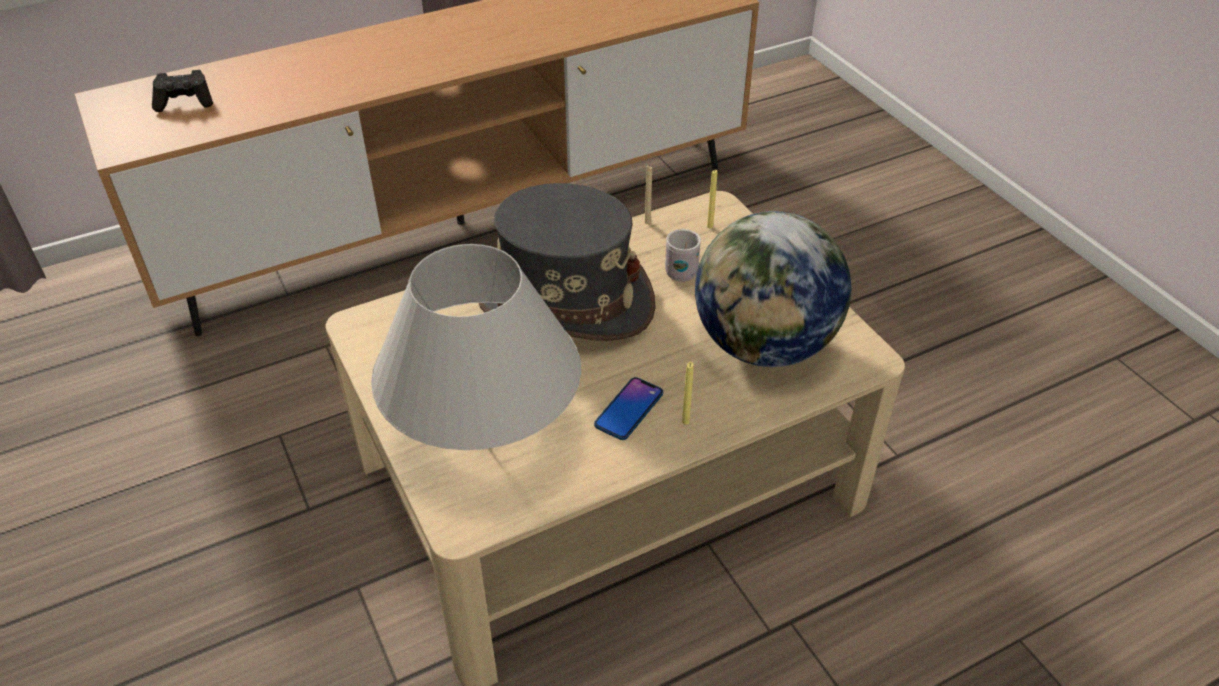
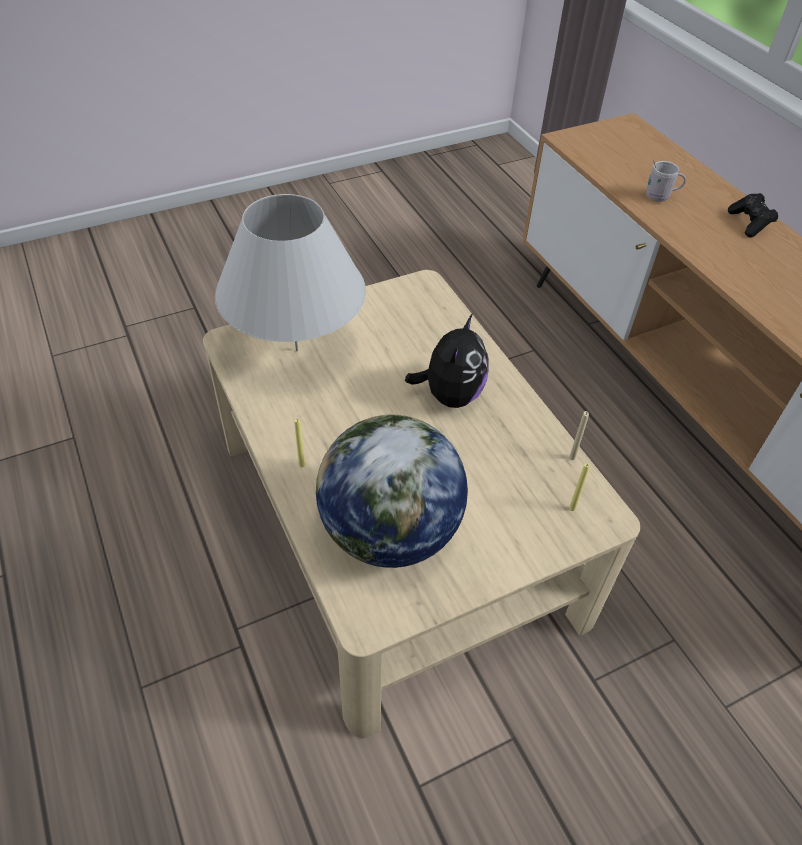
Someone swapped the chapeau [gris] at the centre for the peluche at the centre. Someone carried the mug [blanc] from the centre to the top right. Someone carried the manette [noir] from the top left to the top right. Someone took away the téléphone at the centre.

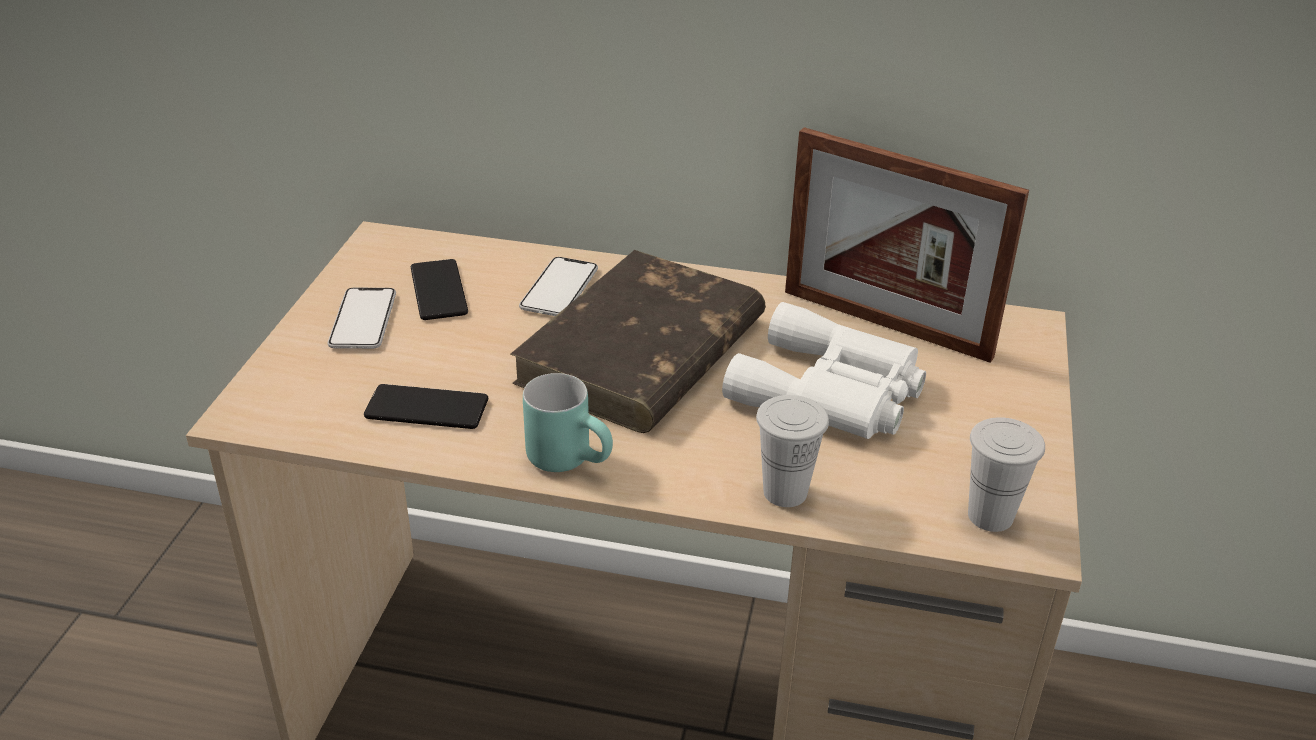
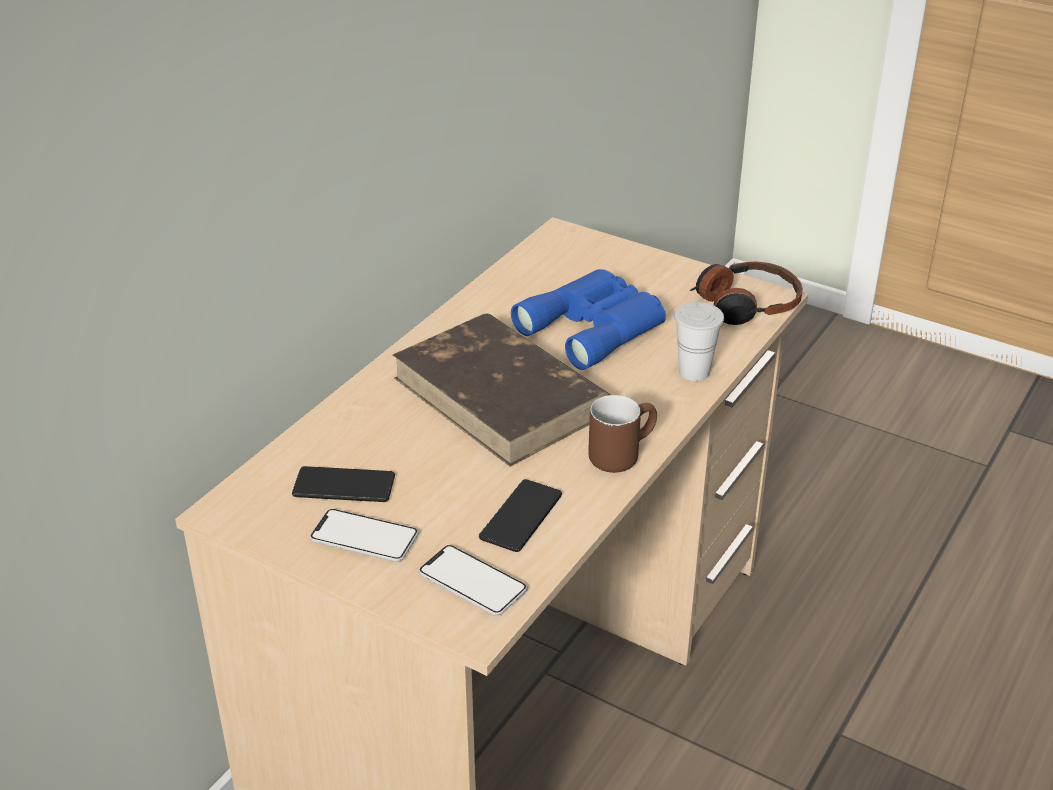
Someone carried the téléphone (no. 4 from left in the first image) from the centre to the bottom centre. Someone repainted the jumelles [blanc] at the centre, which became the jumelles [bleu] at the centre. Someone repainted the mug [turquoise] at the centre, which became the mug [marron] at the centre. Someone swapped the tasse [blanc] (no. 2 from left) at the middle right for the casque audio at the middle right. Someone took away the cadre photo at the top right.

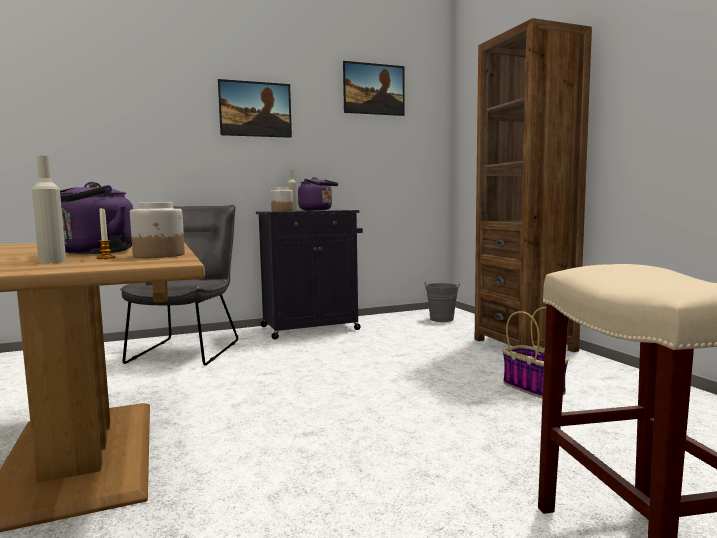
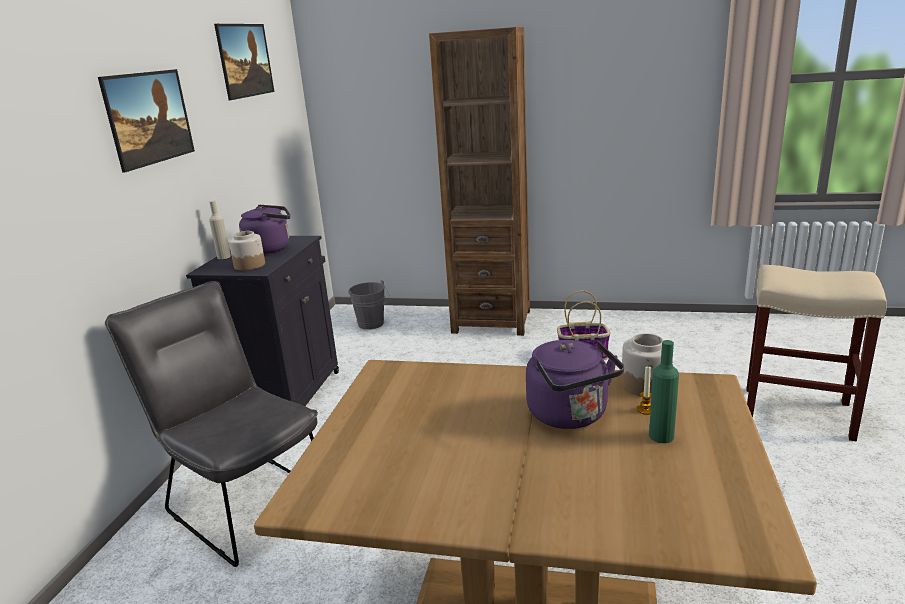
Someone repainted the bouteille [beige] (no. 1 from left) at the middle left, which became the bouteille [vert] at the middle right.

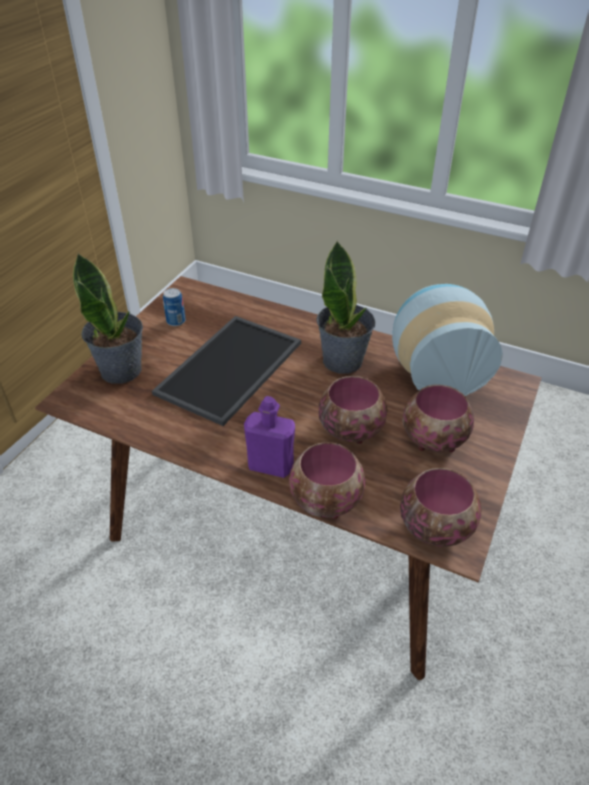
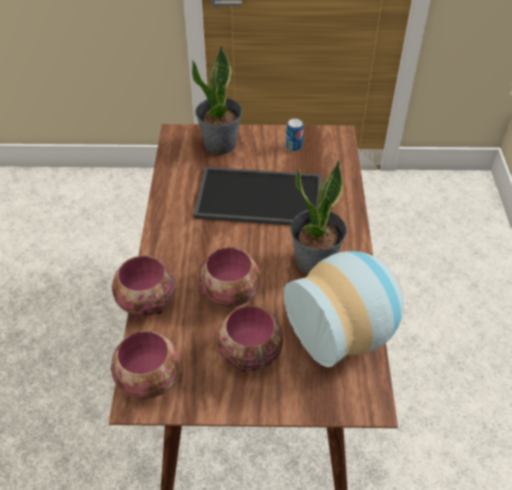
Someone took away the bouteille [violet] at the centre.

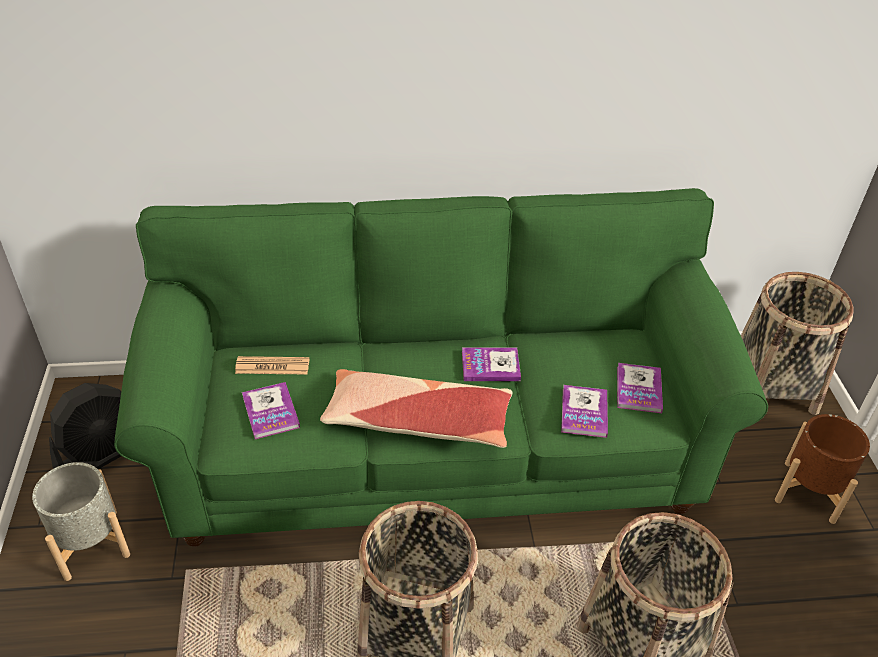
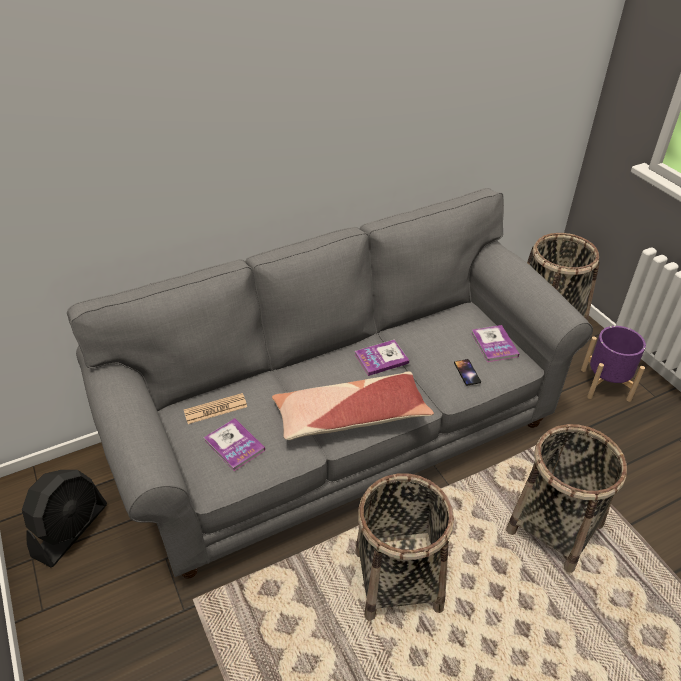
Someone repainted the canapé [vert] at the centre, which became the canapé [gris] at the centre. Someone swapped the livre (no. 3 from left) at the centre for the téléphone at the middle right. Someone repainted the cache-pot [marron] at the bottom right, which became the cache-pot [violet] at the middle right. Someone took away the cache-pot [gris] at the bottom left.

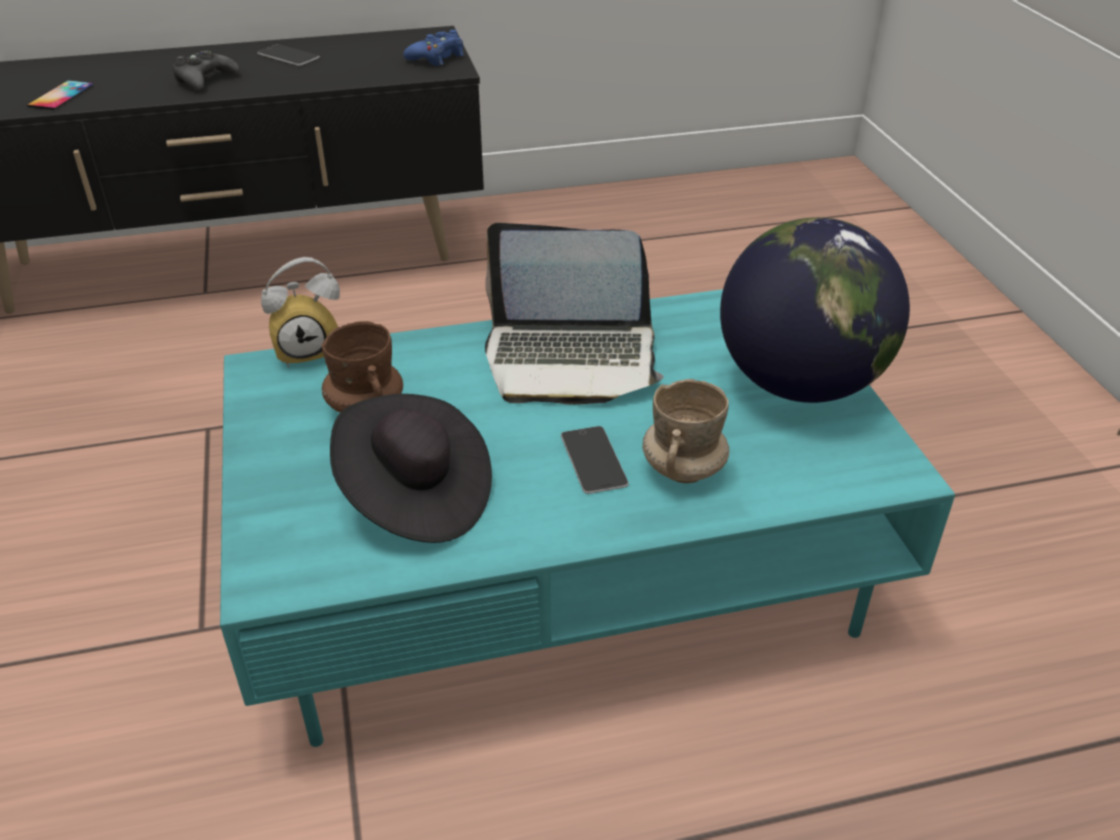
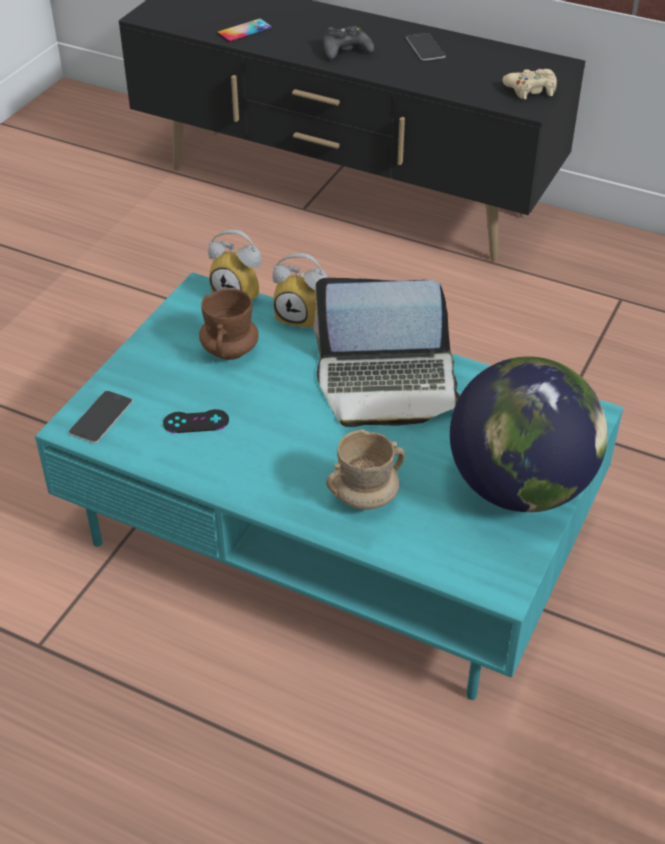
Someone carried the téléphone (no. 3 from left in the first image) from the centre to the middle left. Someone swapped the chapeau [noir] at the centre for the manette [noir] (no. 1 from left) at the middle left. Someone put down the réveil (no. 2 from left) at the centre. Someone rotated the ordinateur portable at the centre by 45 degrees counterclockwise. Someone repainted the manette [bleu] at the top centre, which became the manette [beige] at the top right.

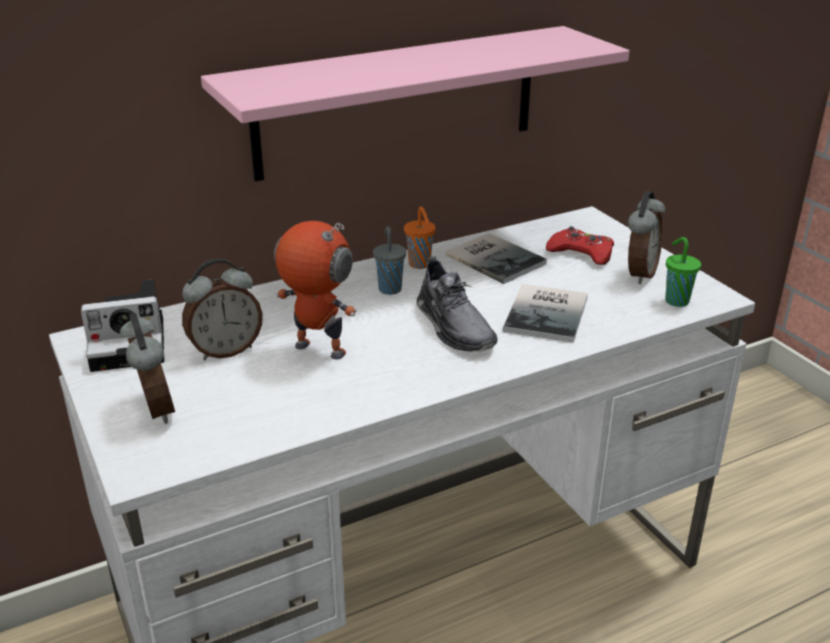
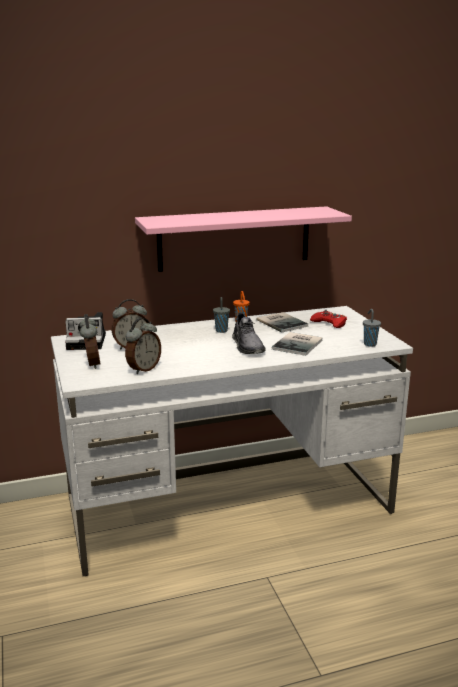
Someone carried the réveil (no. 3 from left) from the middle right to the middle left. Someone repainted the tasse [vert] at the middle right, which became the tasse [gris] (no. 2 from left) at the middle right. Someone took away the robot jouet at the centre.

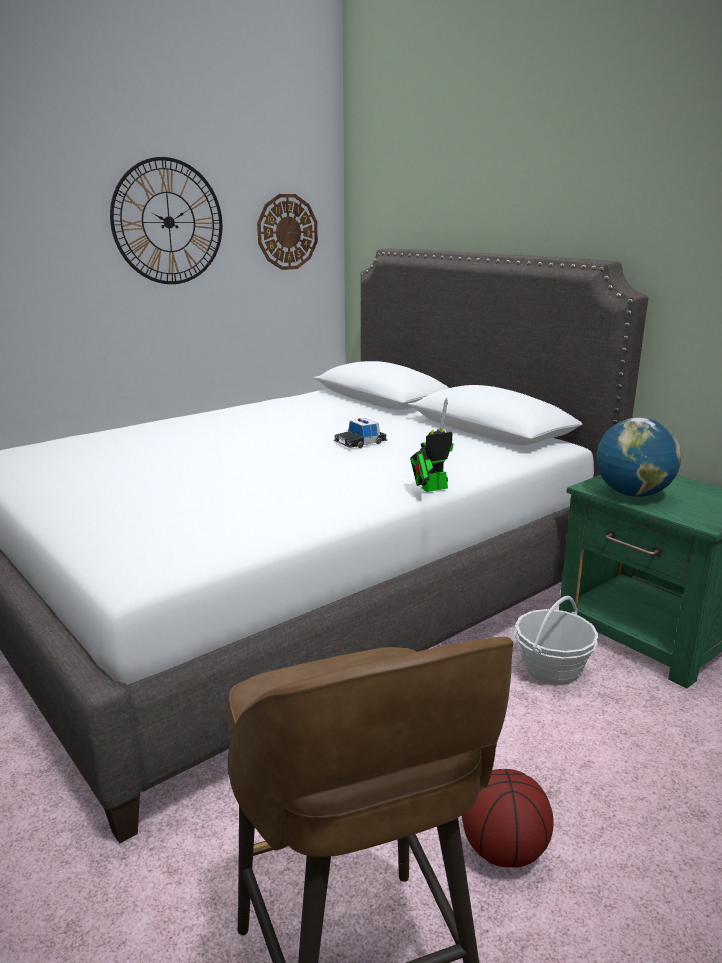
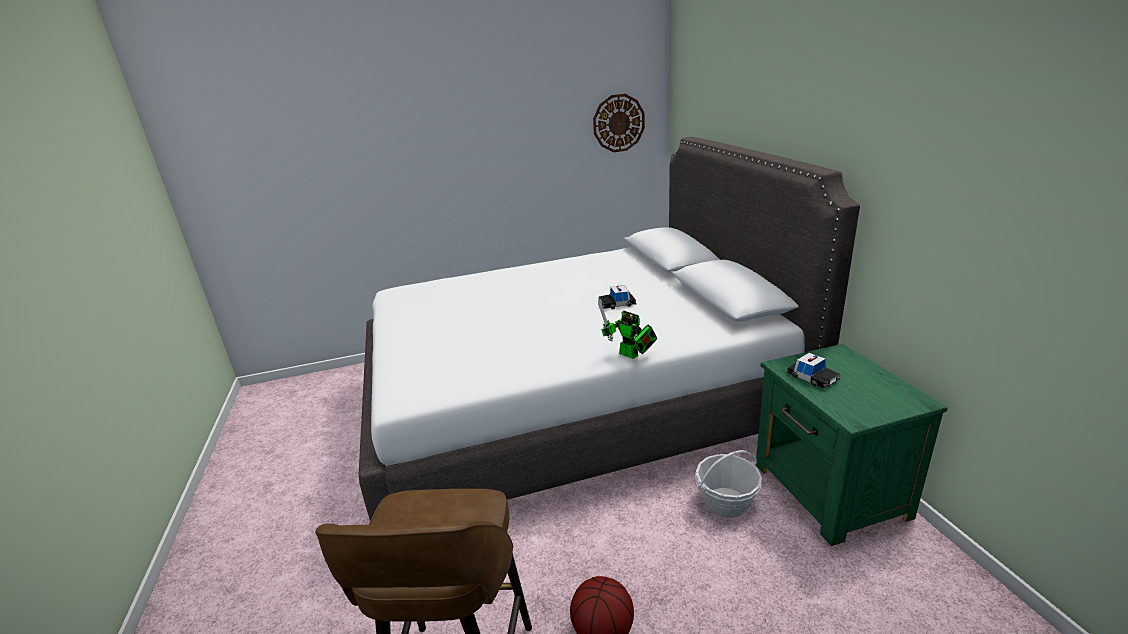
Someone rotated the robot jouet at the centre by 135 degrees counterclockwise. Someone swapped the globe at the middle right for the petite voiture (no. 2 from left) at the middle right. Someone took away the horloge murale (no. 1 from left) at the top left.

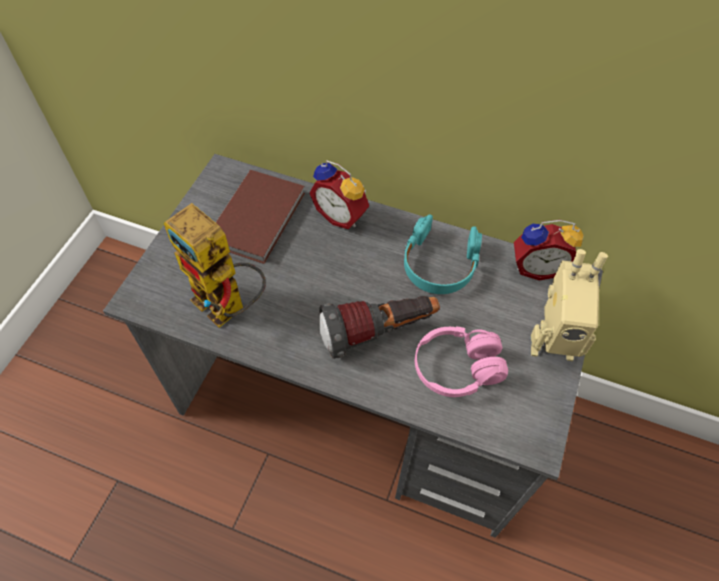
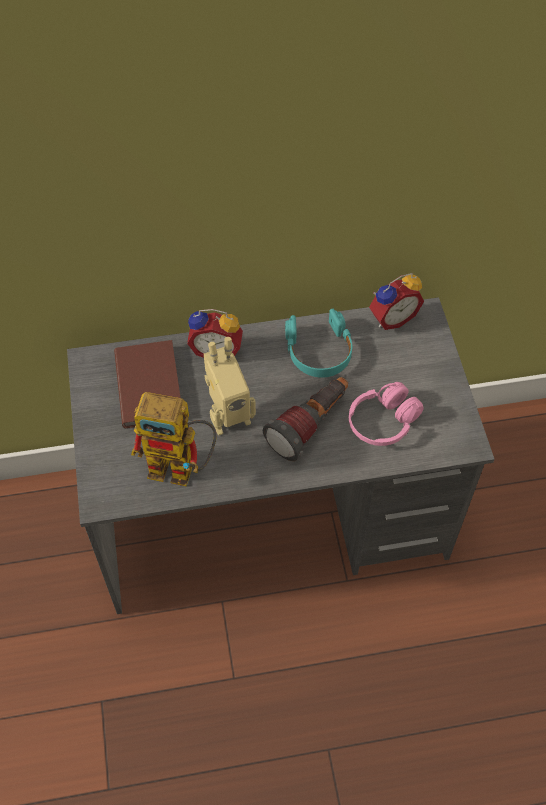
Someone carried the robot jouet (no. 2 from left) from the middle right to the centre.

